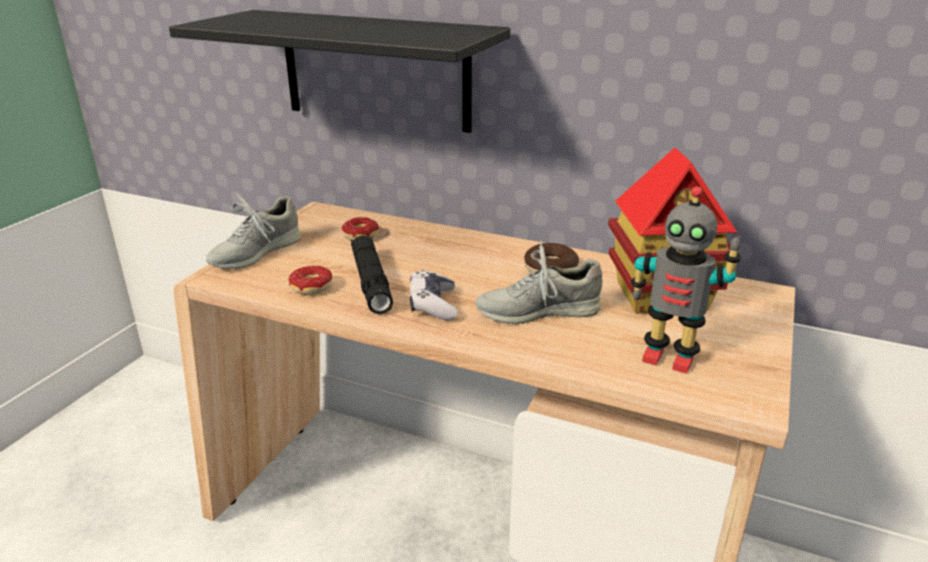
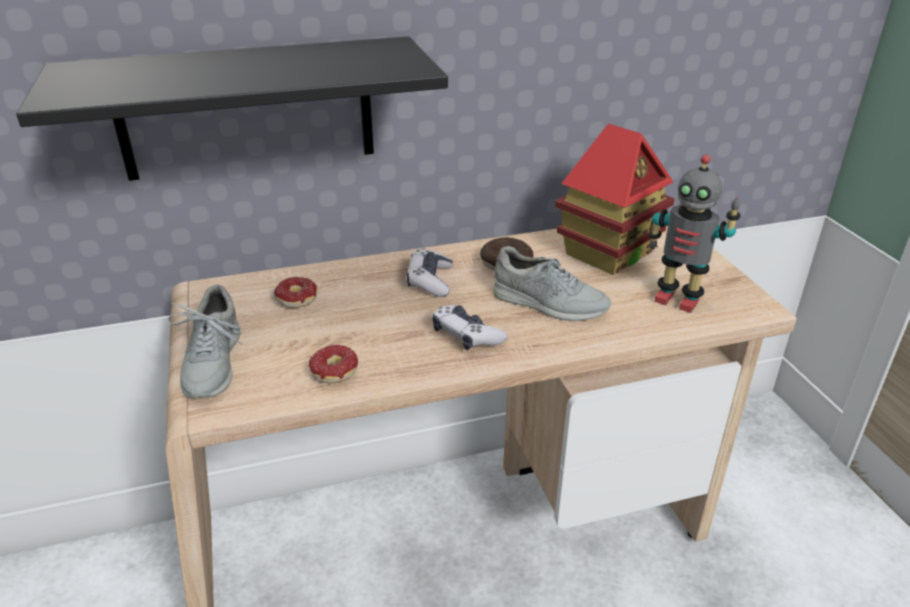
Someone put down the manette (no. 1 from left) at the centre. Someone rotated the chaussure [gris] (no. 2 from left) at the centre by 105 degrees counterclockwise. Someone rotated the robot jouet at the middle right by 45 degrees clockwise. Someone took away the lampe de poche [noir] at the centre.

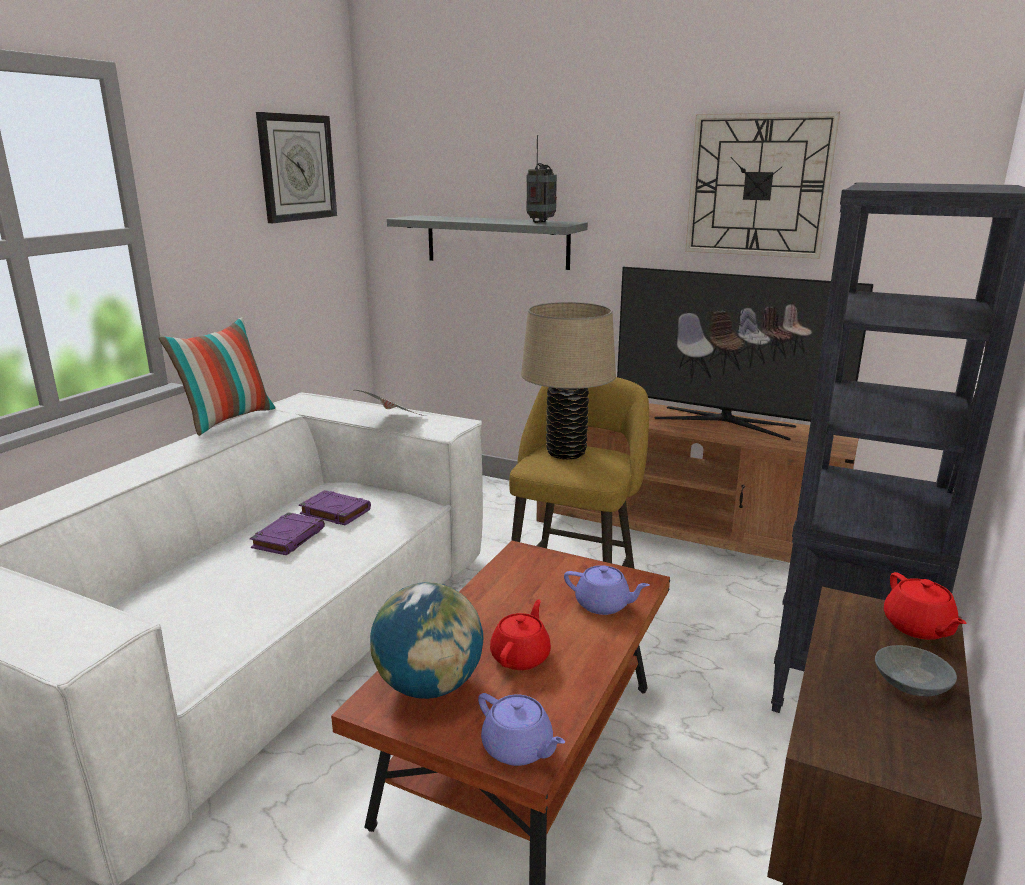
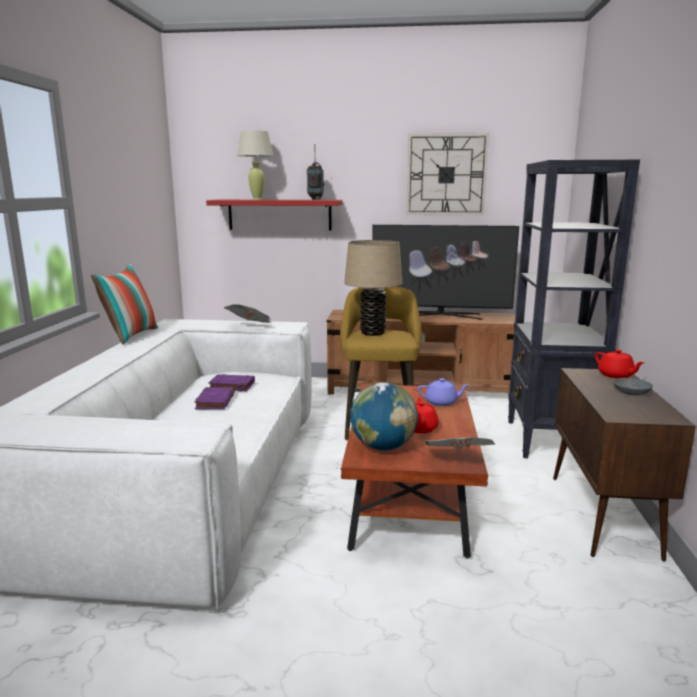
Someone repainted the étagère [gris] at the top centre, which became the étagère [rouge] at the top centre. Someone put down the lampe de table [beige] (no. 1 from left) at the top centre. Someone swapped the théière [violet] (no. 1 from left) at the bottom centre for the journal (no. 2 from left) at the centre. Someone took away the horloge murale (no. 1 from left) at the top left.

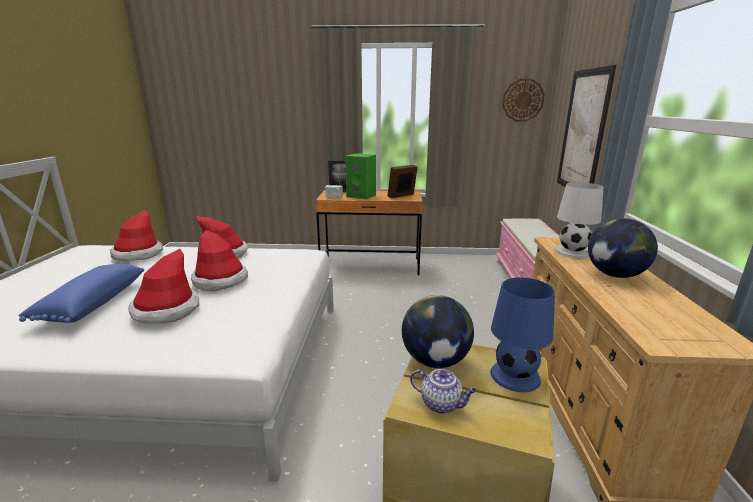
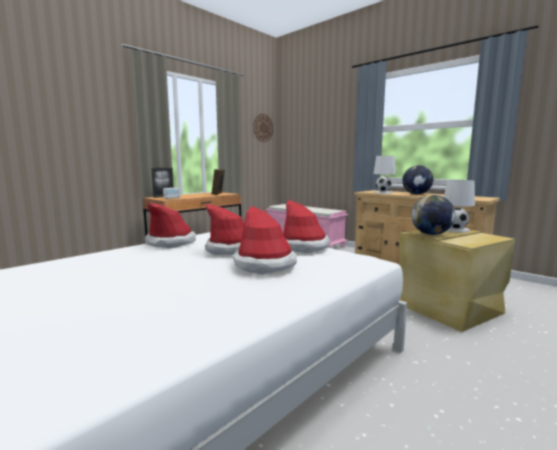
Someone carried the chapeau (no. 1 from left in the first image) from the middle left to the centre. Someone repainted the lampe de table [bleu] at the middle right, which became the lampe de table [blanc] (no. 2 from left) at the middle right. Someone took away the coussin [bleu] at the middle left. Someone took away the enceinte [vert] at the centre. Someone took away the théière at the bottom centre. Someone took away the tableau at the top right.

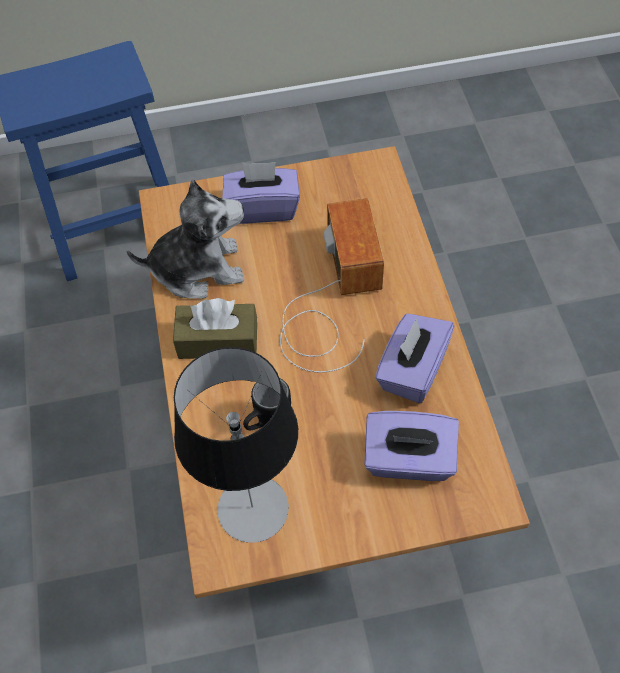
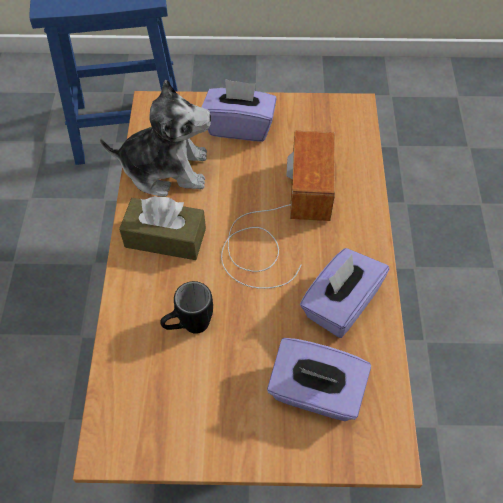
Someone took away the lampe de table at the centre.

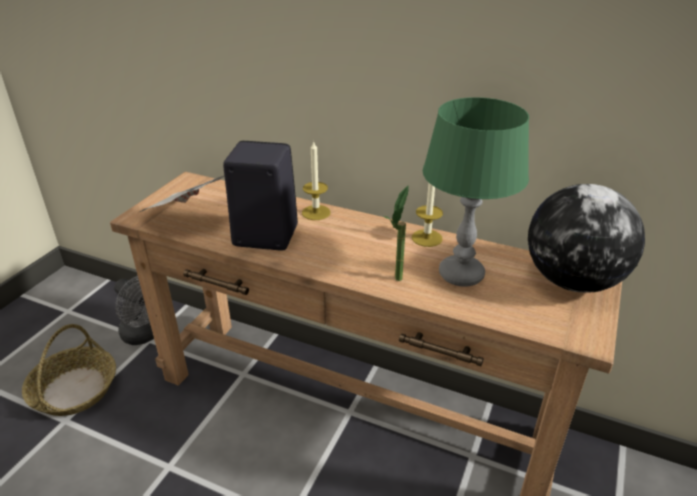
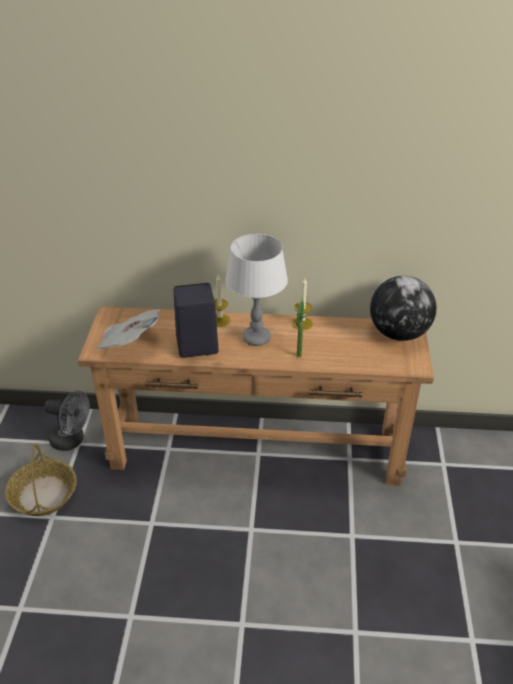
Someone put down the lampe de table [blanc] at the centre. Someone took away the lampe de table [vert] at the middle right.

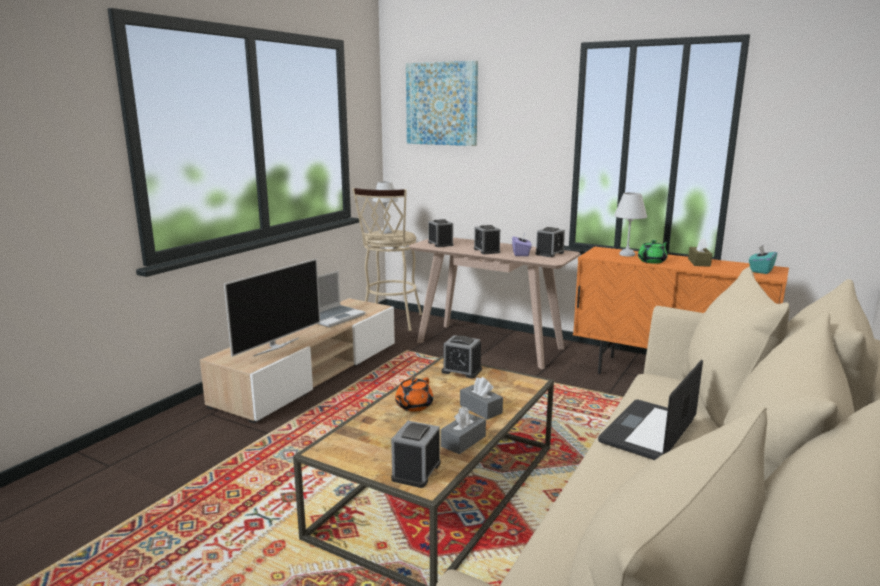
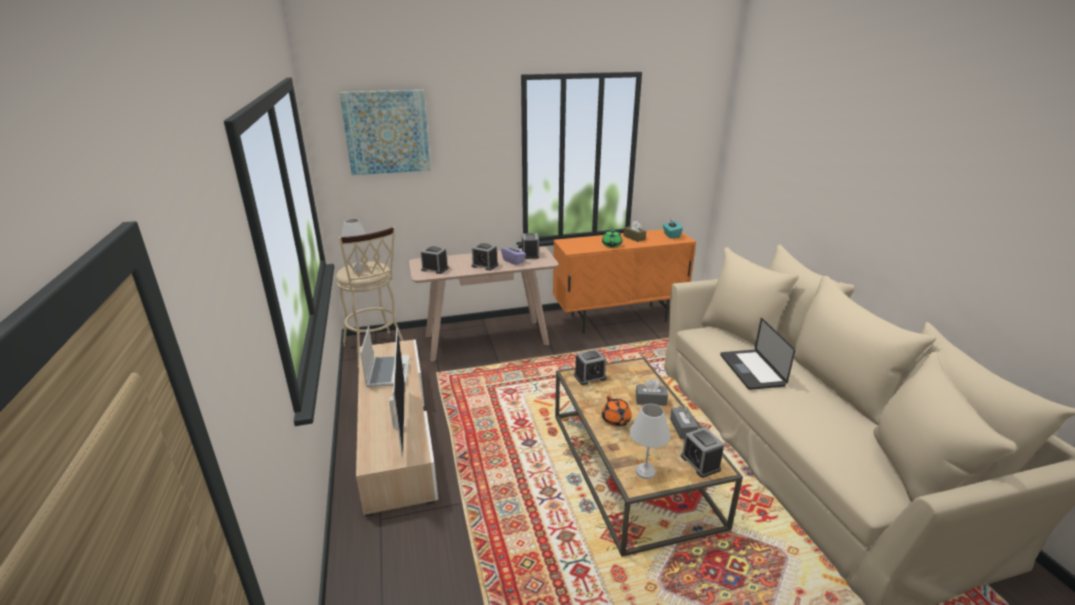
Someone carried the lampe de table [blanc] (no. 2 from left) from the middle right to the bottom centre.

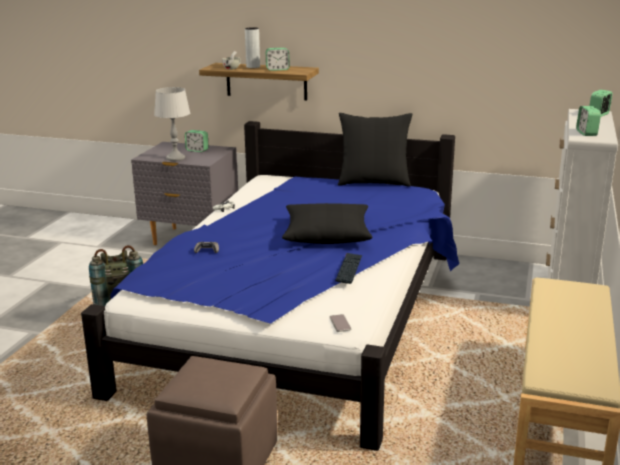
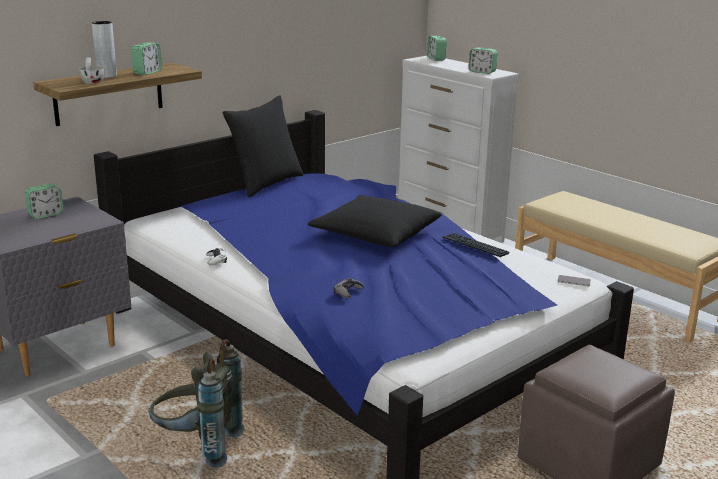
Someone took away the lampe de table [gris] at the top left.

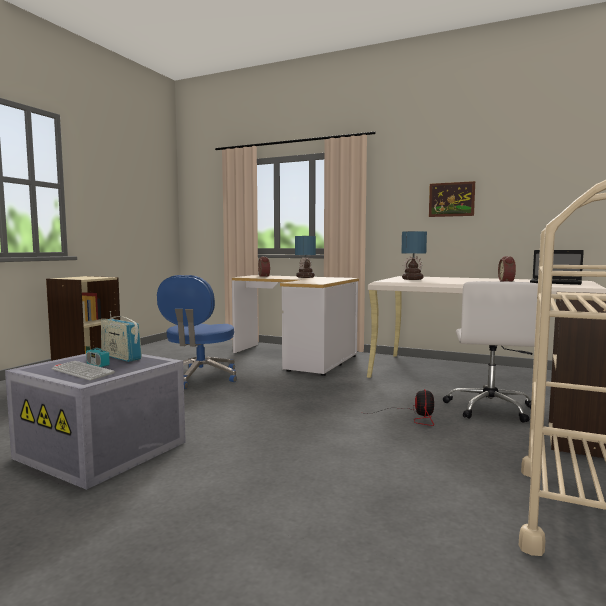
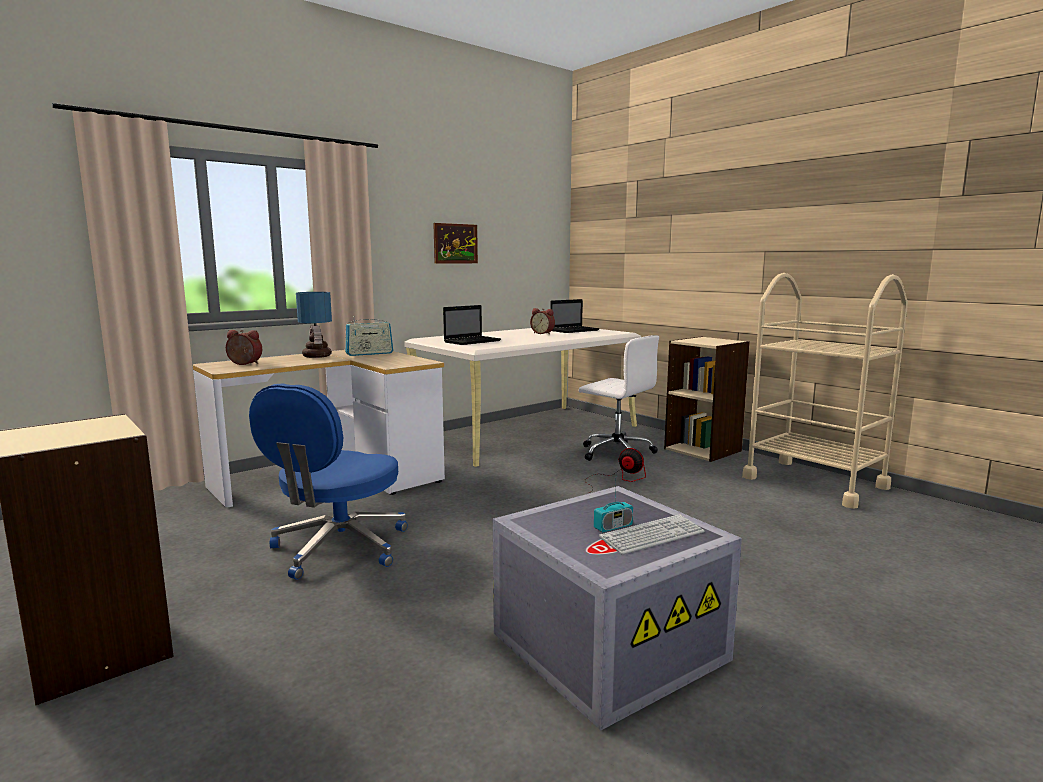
Someone rotated the chaise de bureau [bleu] at the middle left by 75 degrees clockwise. Someone carried the radio (no. 2 from left in the first image) from the middle left to the centre. Someone swapped the lampe de table (no. 2 from left) at the middle right for the ordinateur portable (no. 1 from left) at the centre.

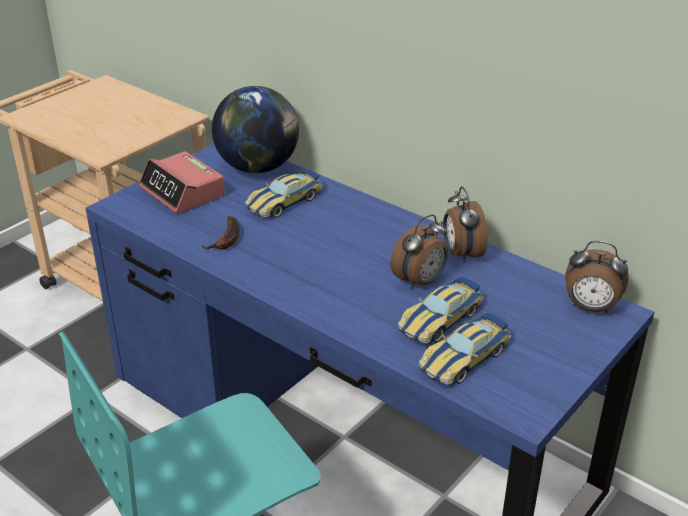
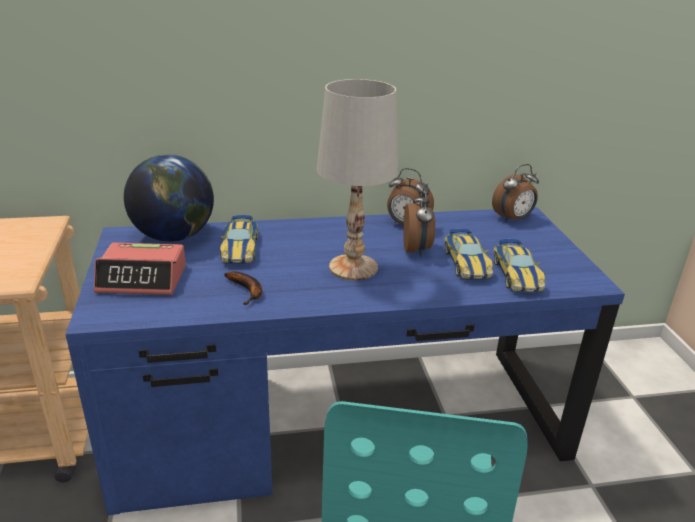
Someone put down the lampe de table [blanc] at the centre.

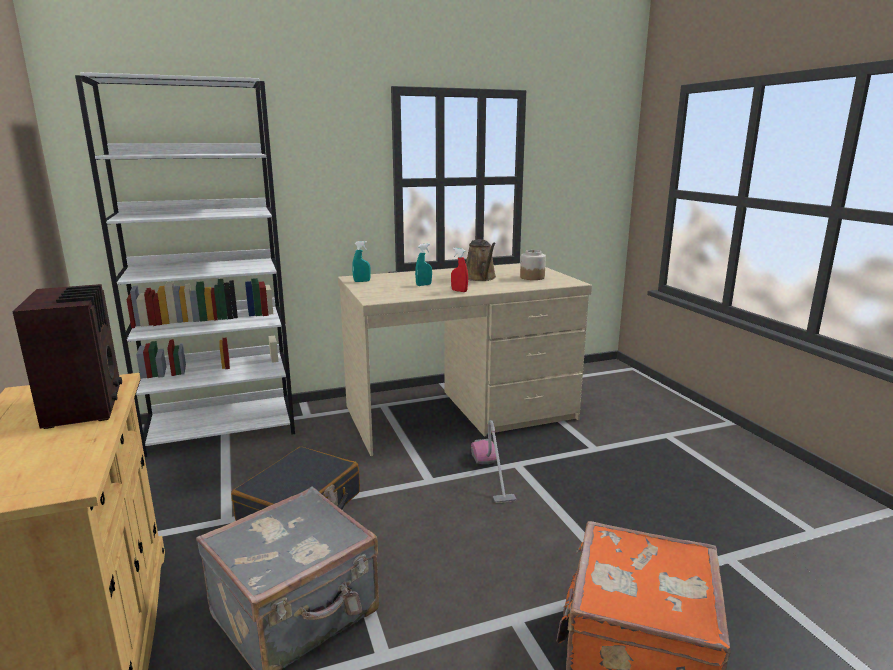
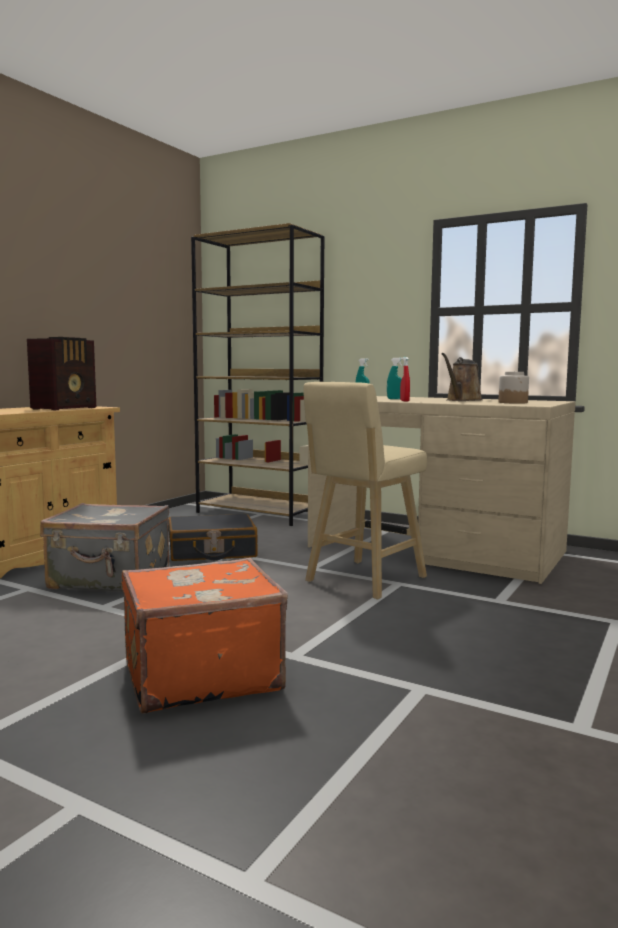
Someone repainted the bibliothèque [blanc] at the middle left, which became the bibliothèque [marron] at the centre. Someone swapped the aspirateur at the bottom centre for the tabouret [beige] at the centre.

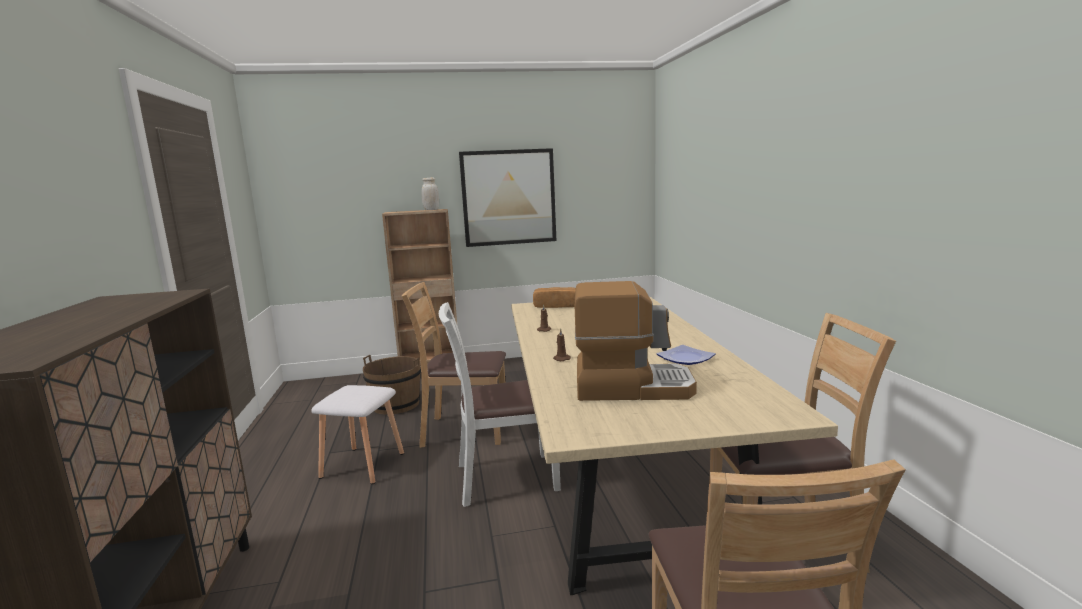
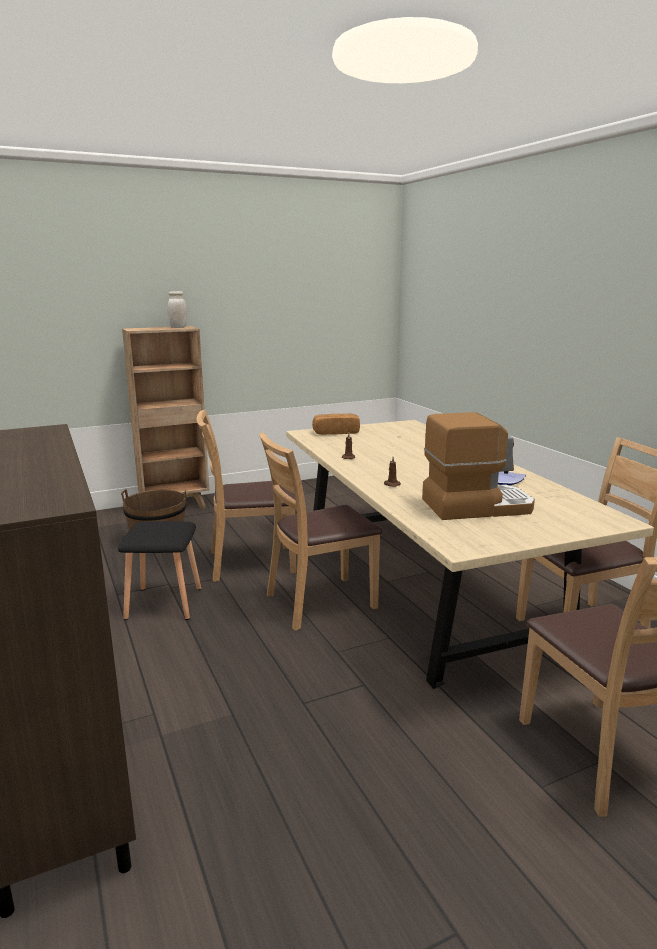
Someone repainted the tabouret [blanc] at the bottom left, which became the tabouret [noir] at the middle left. Someone repainted the chaise [blanc] at the centre, which became the chaise [marron] (no. 2 from left) at the centre. Someone took away the tableau at the top centre.

